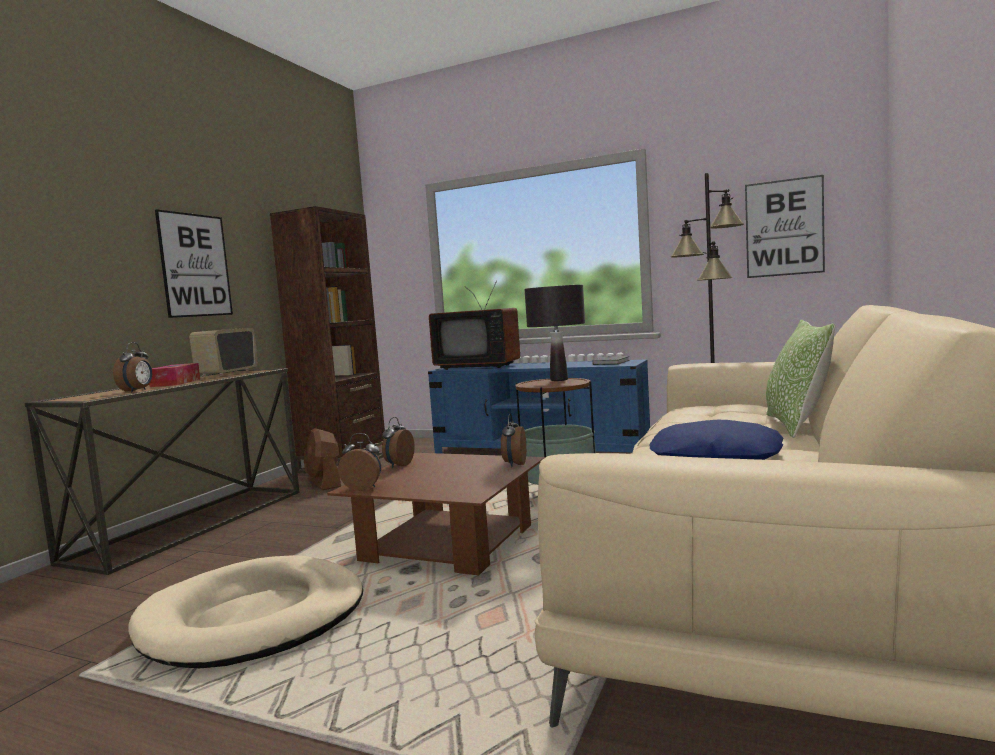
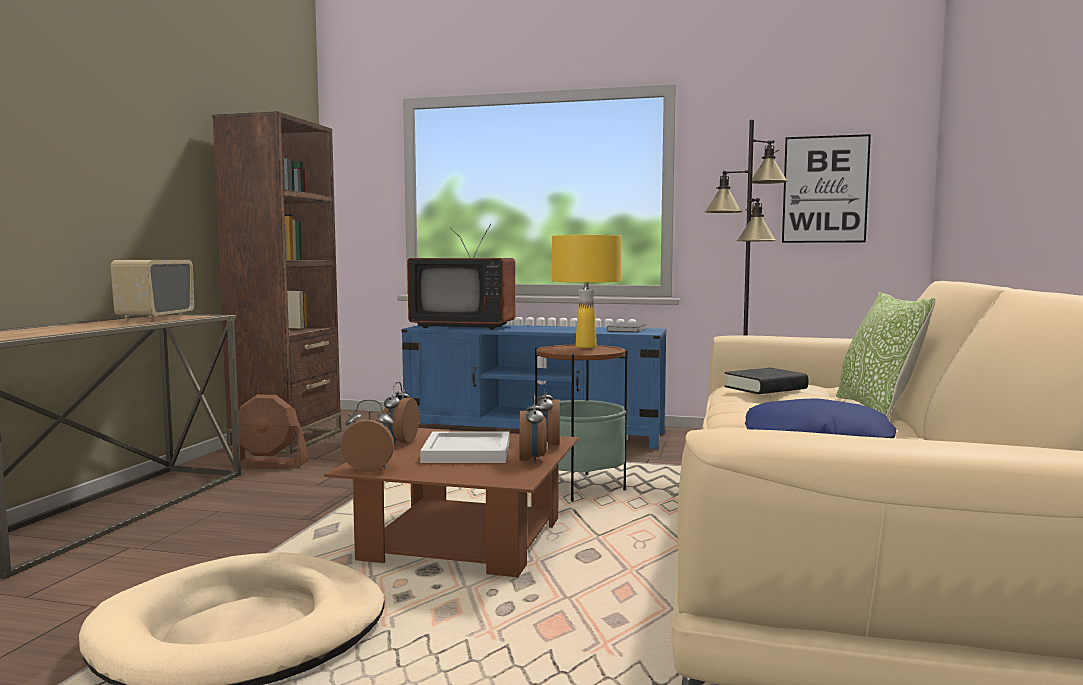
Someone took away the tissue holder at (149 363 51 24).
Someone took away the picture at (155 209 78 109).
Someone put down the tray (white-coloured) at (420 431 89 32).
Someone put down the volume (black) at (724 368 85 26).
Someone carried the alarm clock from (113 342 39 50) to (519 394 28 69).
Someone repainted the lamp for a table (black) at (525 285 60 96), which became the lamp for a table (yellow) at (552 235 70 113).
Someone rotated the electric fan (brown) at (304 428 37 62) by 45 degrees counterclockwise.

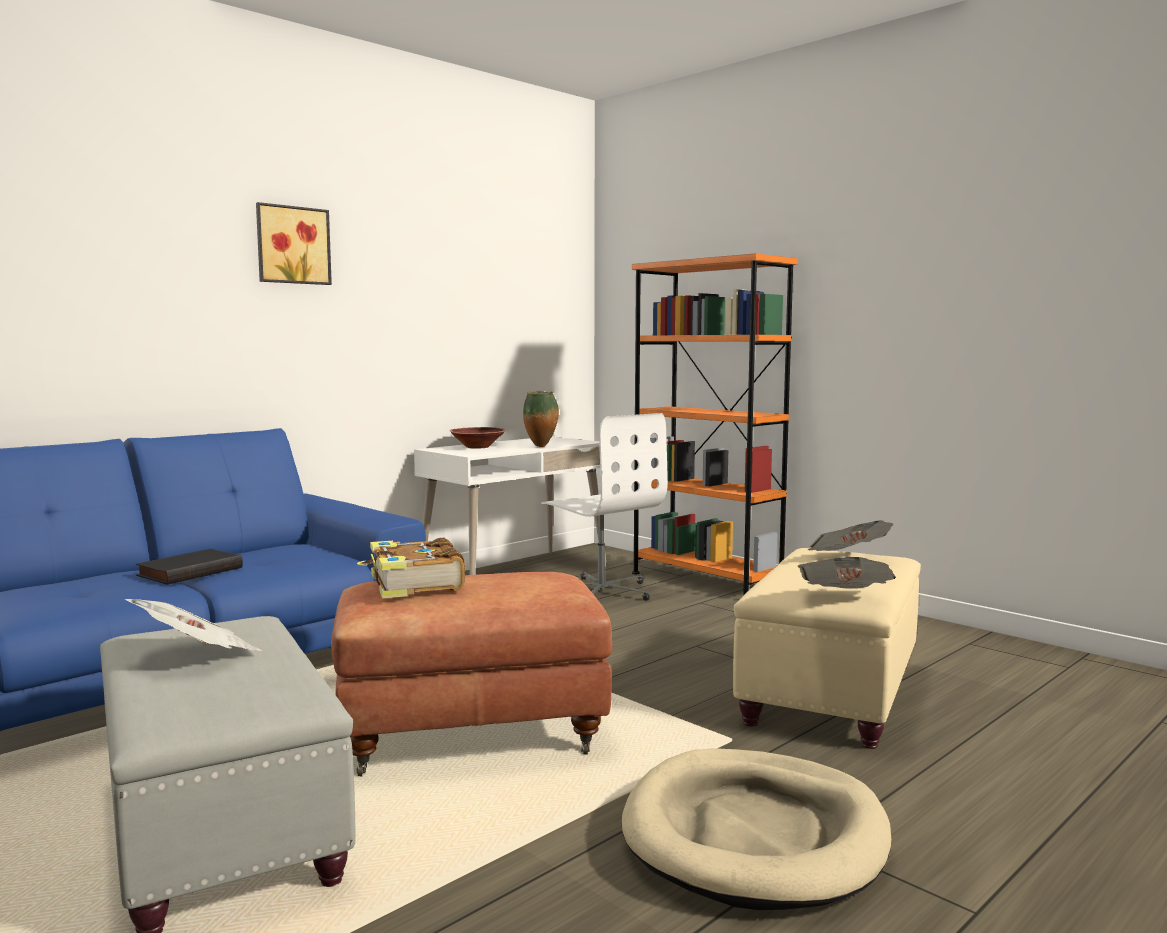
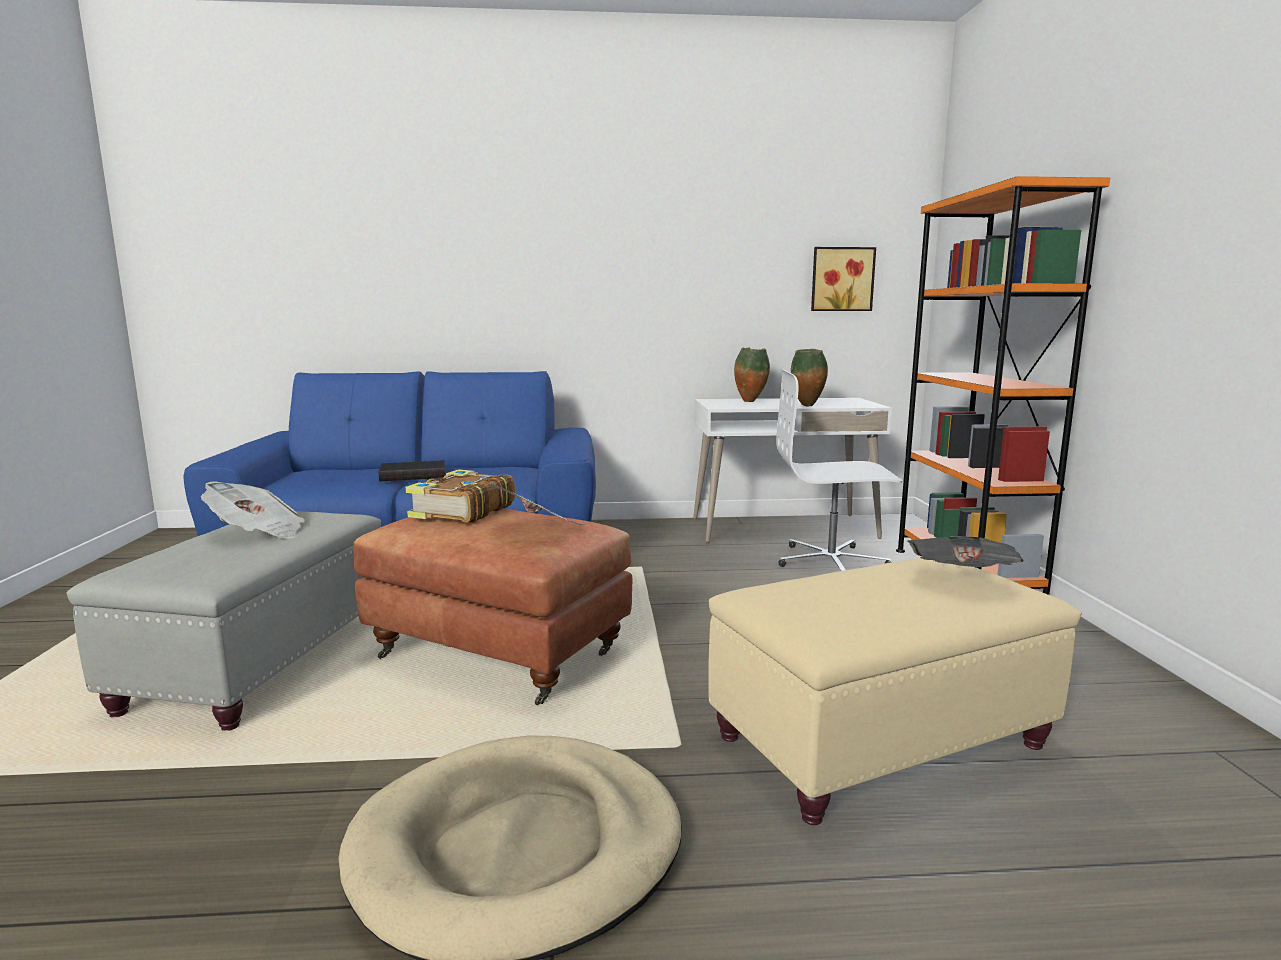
Someone carried the picture from (256 202 76 83) to (811 247 65 64).
Someone carried the newspaper from (798 557 98 32) to (487 483 96 42).
Someone swapped the serving bowl (brown) at (450 427 56 22) for the decorative vase at (734 347 36 55).
Someone rotated the desk chair (white-coloured) at (541 413 127 188) by 90 degrees clockwise.

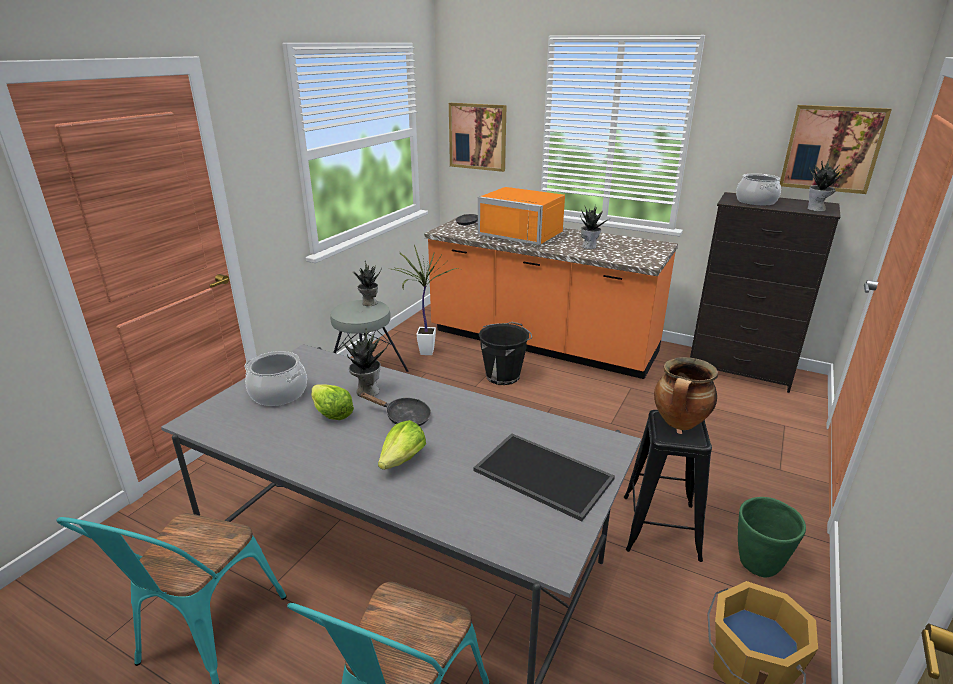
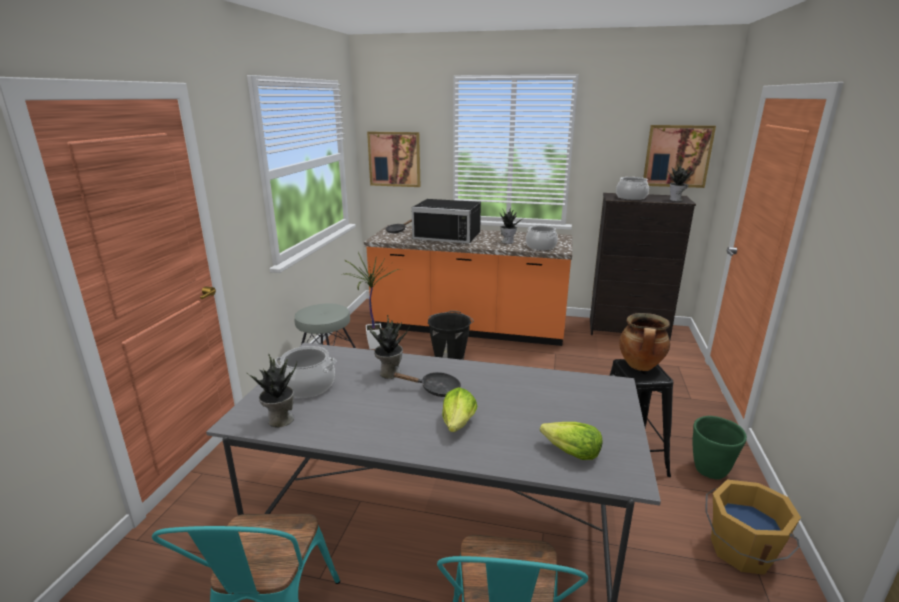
Someone took away the tray at (474 433 141 88).
Someone put down the saucepot at (526 225 32 25).
Someone carried the head of lettuce from (311 385 43 35) to (540 422 62 38).
Someone carried the potted plant from (352 261 30 45) to (246 354 51 74).
Someone repainted the kitchen microwave (orangey) at (478 187 87 58), which became the kitchen microwave (black) at (411 199 70 45).

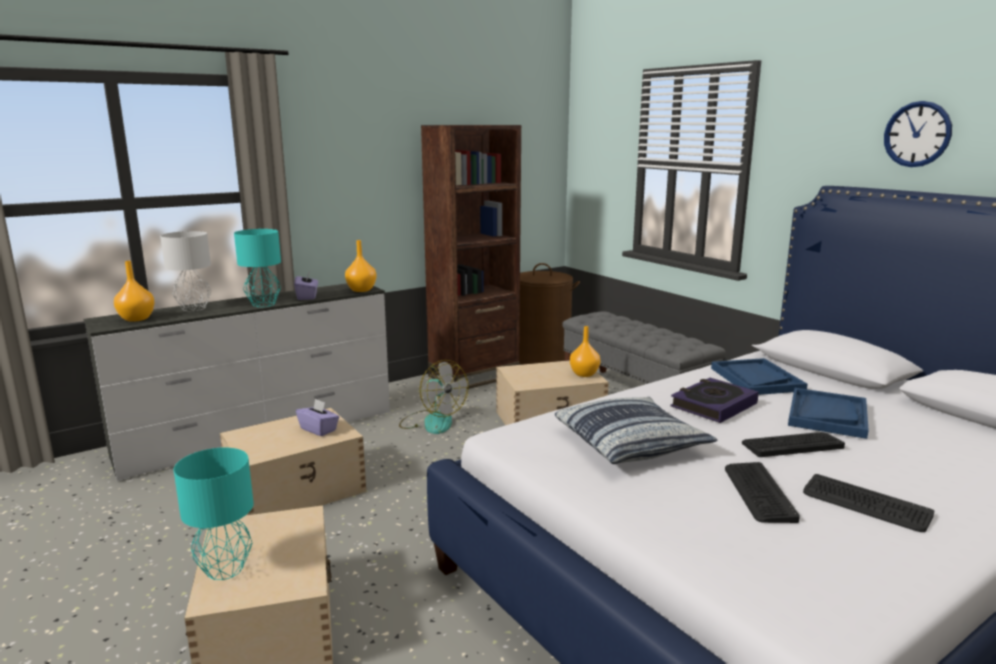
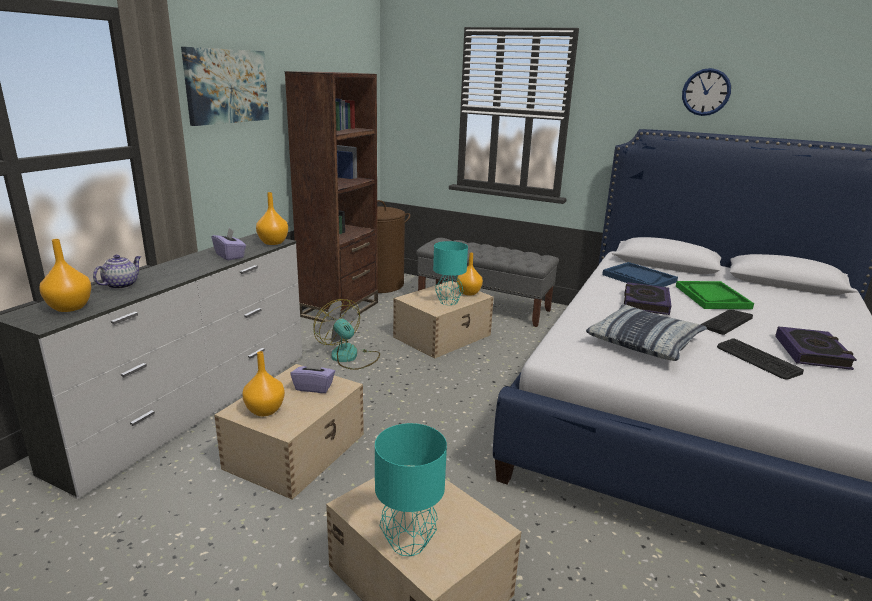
Someone put up the picture at (181 47 88 79).
Someone put down the decorative vase (orangey) at (242 351 43 65).
Someone carried the lamp for a table (blue-green) from (234 229 47 78) to (433 241 35 64).
Someone swapped the lamp for a table (grey) at (160 231 51 80) for the pot for tea at (93 255 48 34).
Someone swapped the keyboard at (803 474 131 58) for the volume at (775 326 82 44).
Someone repainted the tray (bluish) at (788 388 81 51), which became the tray (green) at (676 281 78 28).
Someone rotated the electric fan at (399 360 70 74) by 150 degrees counterclockwise.

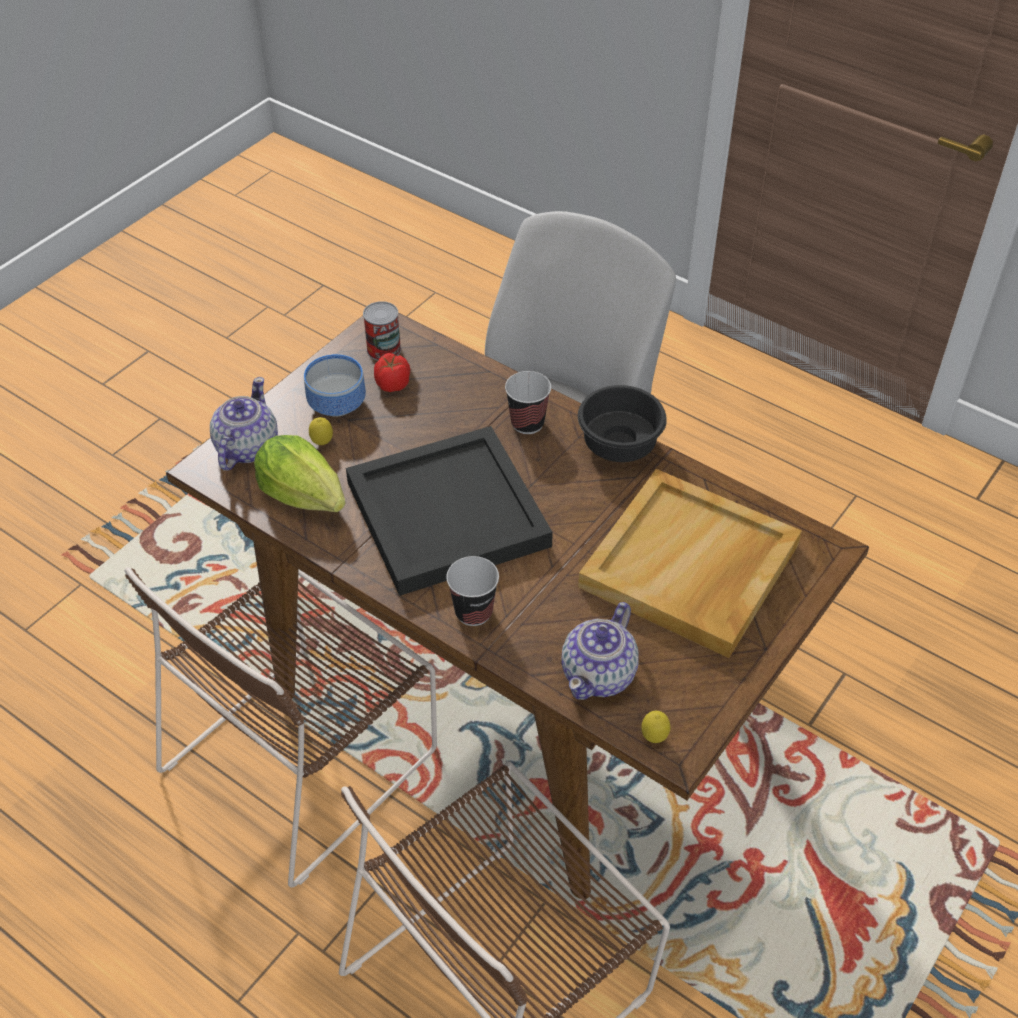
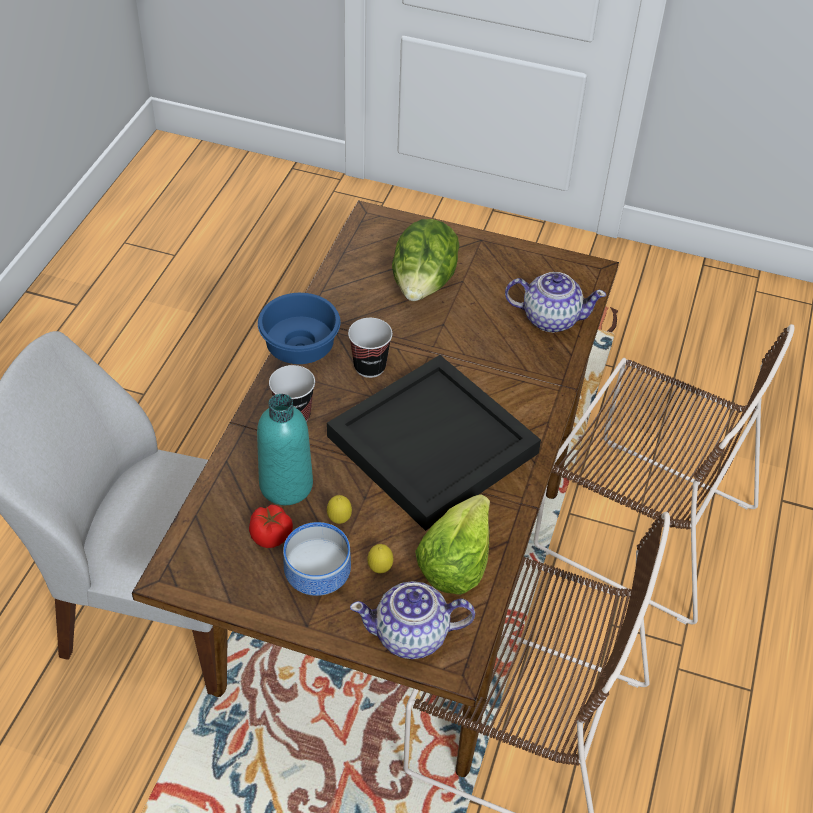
Someone took away the sealed can at (363 301 38 60).
Someone put down the drink bottle (blue-green) at (257 394 56 111).
Someone carried the drinking cup from (446 556 53 70) to (348 318 45 60).
Someone carried the lemon from (641 711 29 32) to (327 495 25 29).
Someone swapped the tray (beige) at (578 469 224 189) for the head of lettuce at (392 219 68 82).
Someone repainted the serving bowl (black) at (578 385 89 77), which became the serving bowl (bluish) at (258 293 82 71).

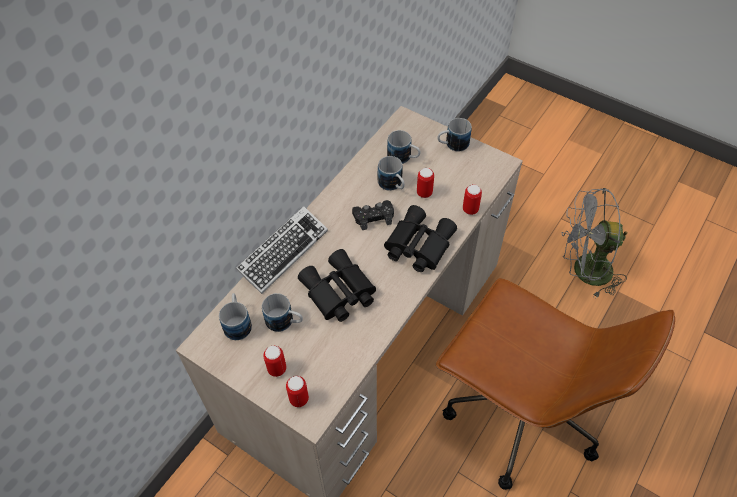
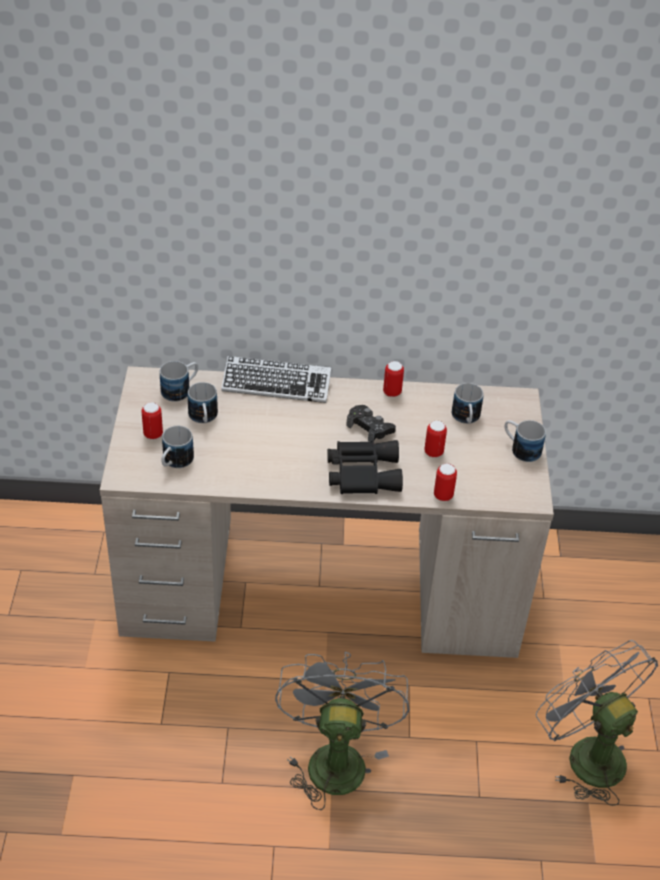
Someone took away the pair of binoculars (black) at (298 249 78 73).
Someone carried the sealed can from (286 376 23 31) to (383 361 21 36).
Someone carried the tea mug from (378 156 27 35) to (161 426 33 42).
Someone swapped the desk chair (brown) at (435 278 240 212) for the electric fan (grey) at (275 652 135 158).

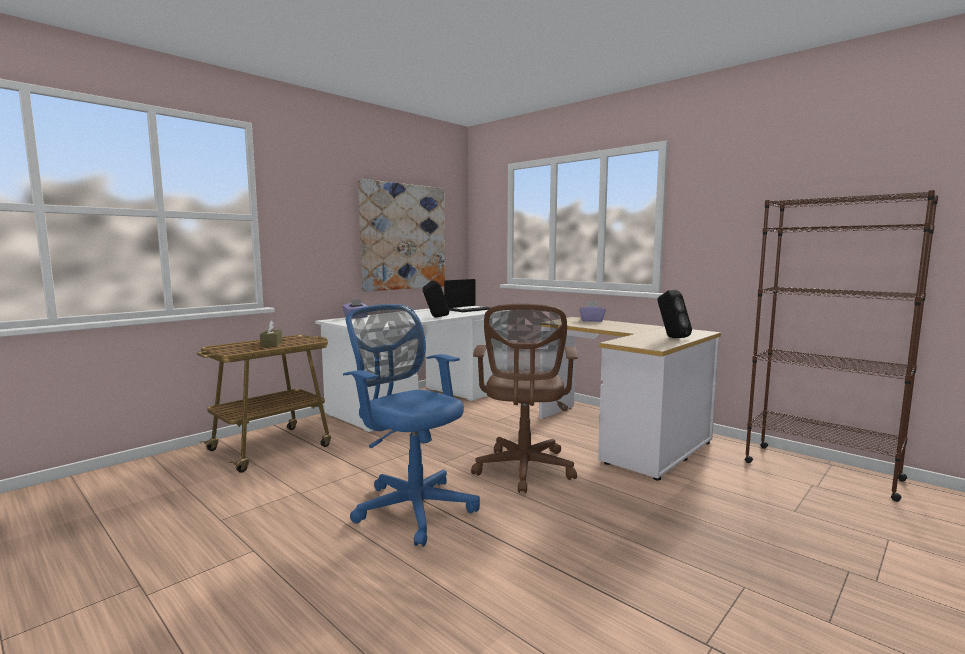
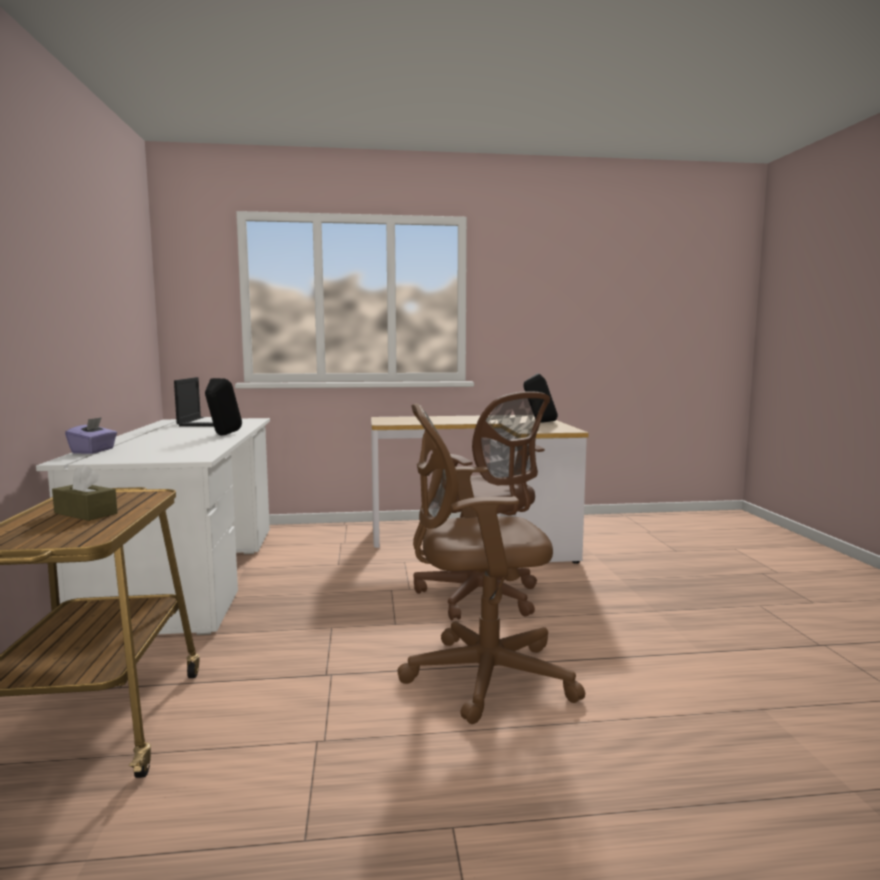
Someone took away the picture at (358 179 87 113).
Someone took away the tissue holder (purple) at (579 301 27 21).
Someone took away the shelving unit (brown) at (745 190 193 312).
Someone repainted the desk chair (bluish) at (343 304 137 243), which became the desk chair (brown) at (397 403 188 321).

